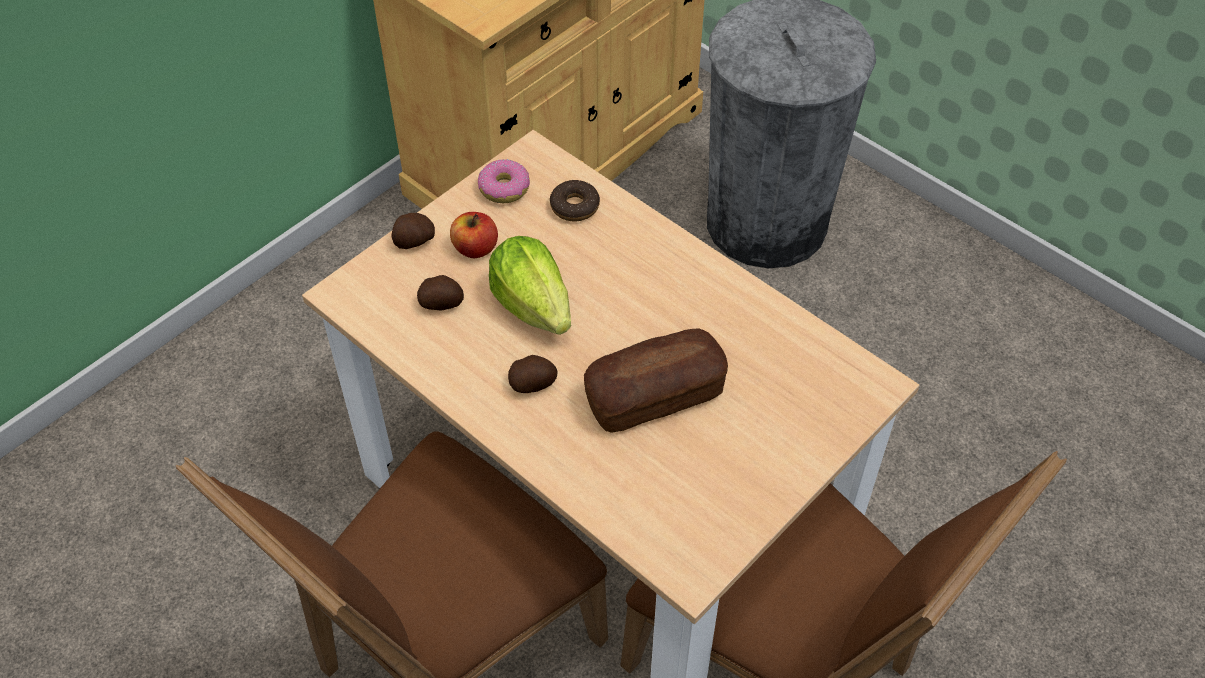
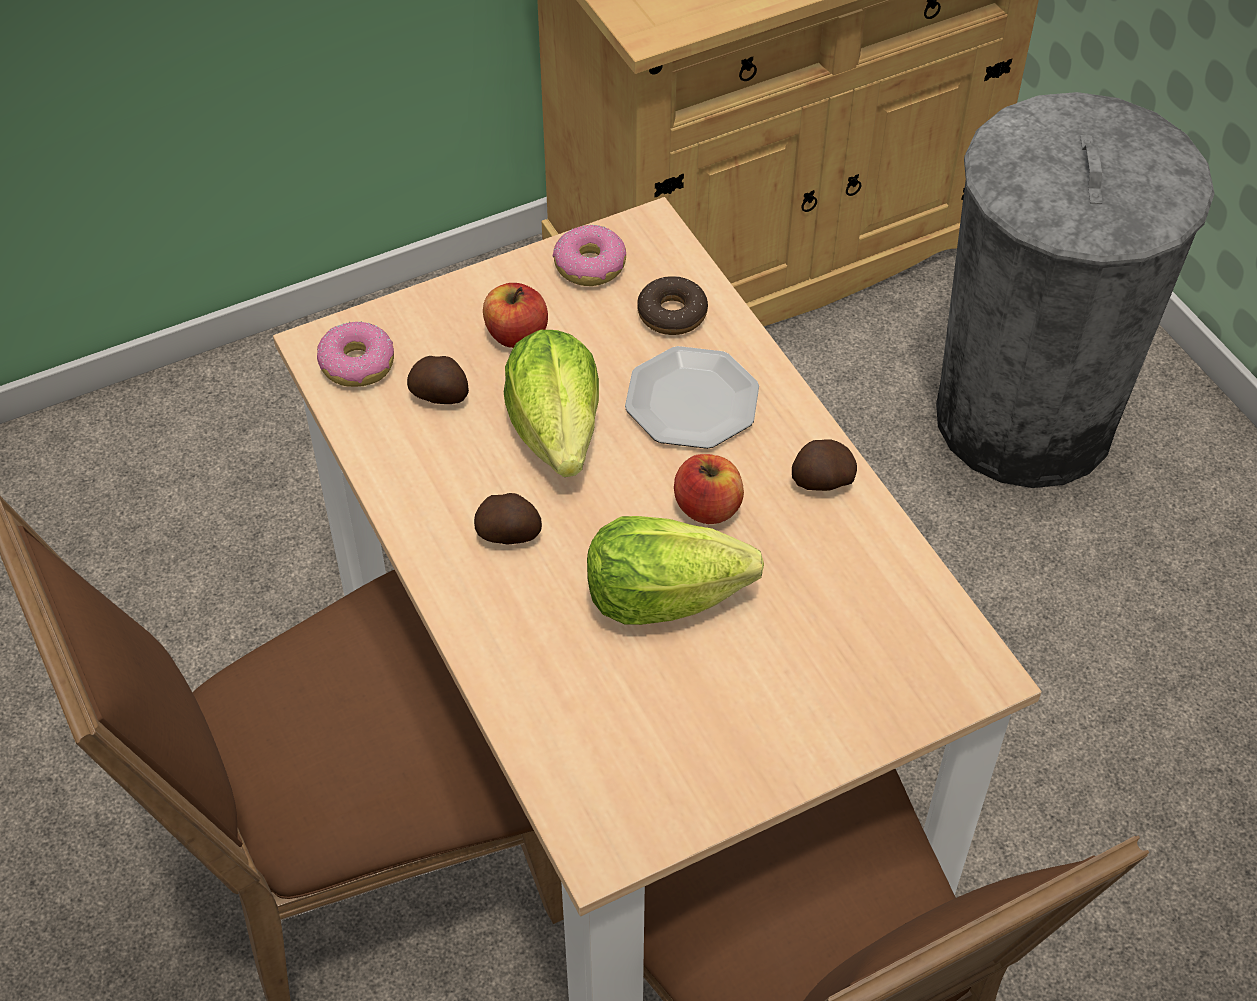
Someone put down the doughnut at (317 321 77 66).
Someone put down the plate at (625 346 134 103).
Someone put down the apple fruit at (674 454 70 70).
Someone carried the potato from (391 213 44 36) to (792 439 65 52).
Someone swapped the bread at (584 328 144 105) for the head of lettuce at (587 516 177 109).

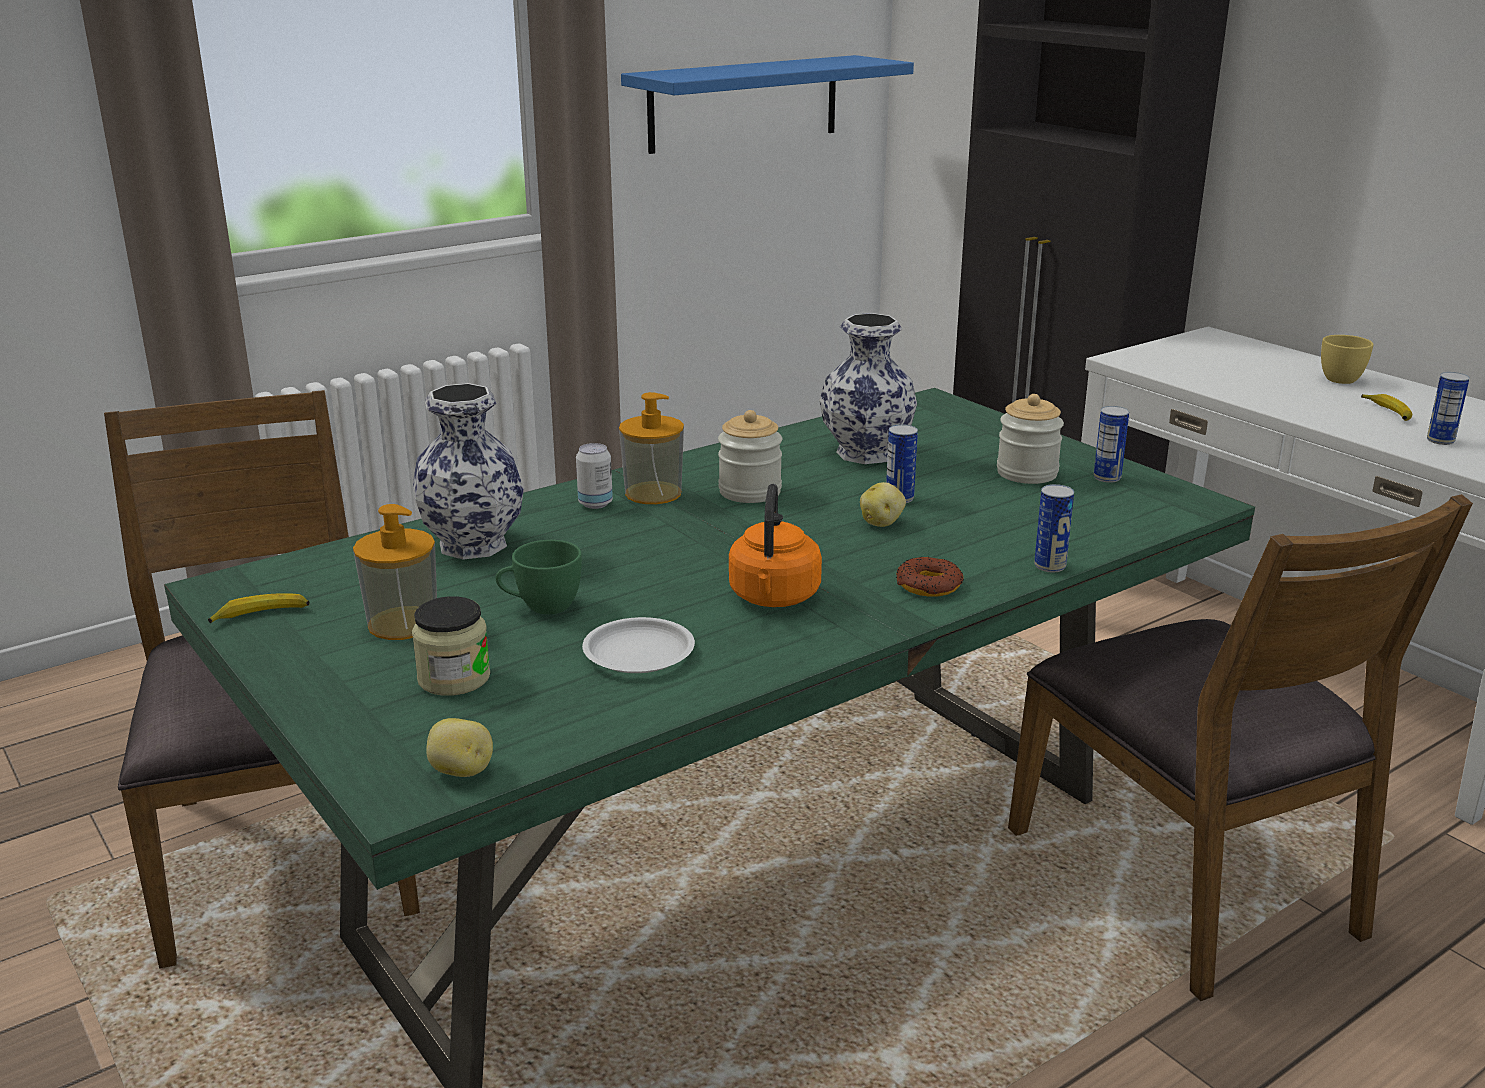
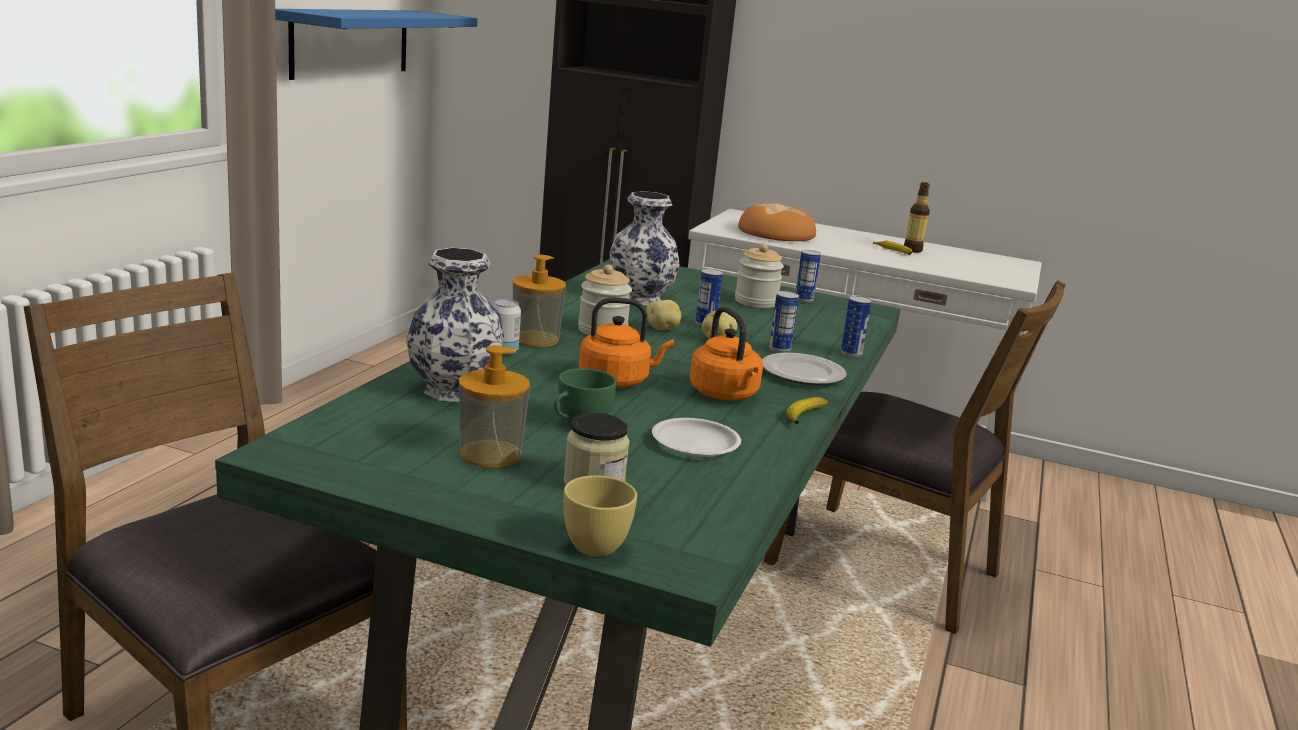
Someone put down the tea kettle (orangey) at (579 297 95 90).
Someone put down the bread at (738 203 78 38).
Someone put down the drink bottle at (904 182 26 71).
Someone carried the whole banana from (208 593 102 30) to (786 397 43 27).
Someone carried the potato from (426 718 67 59) to (646 300 35 30).
Someone carried the drinking cup (yellow) from (1321 335 53 49) to (563 475 74 81).
Someone carried the sealed can from (1427 372 43 73) to (769 291 30 62).
Someone swapped the doughnut at (896 557 68 40) for the plate at (762 353 85 32).

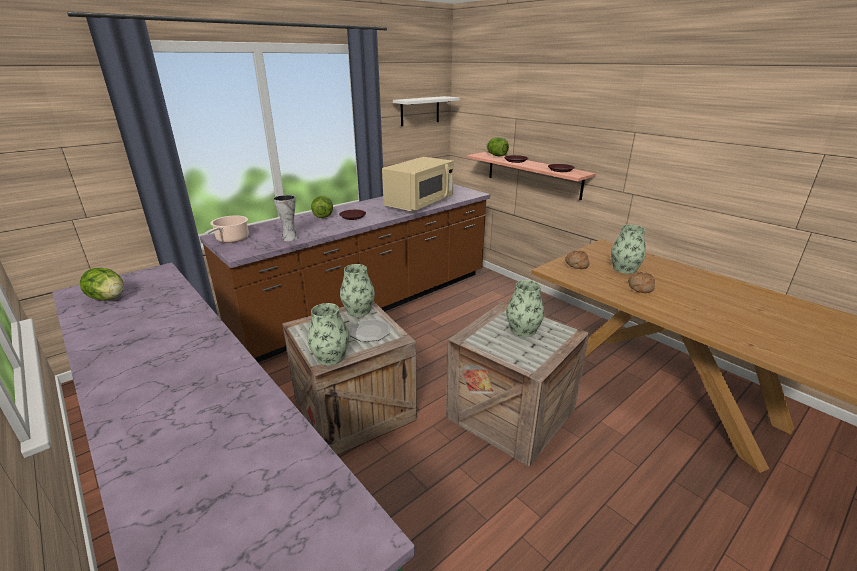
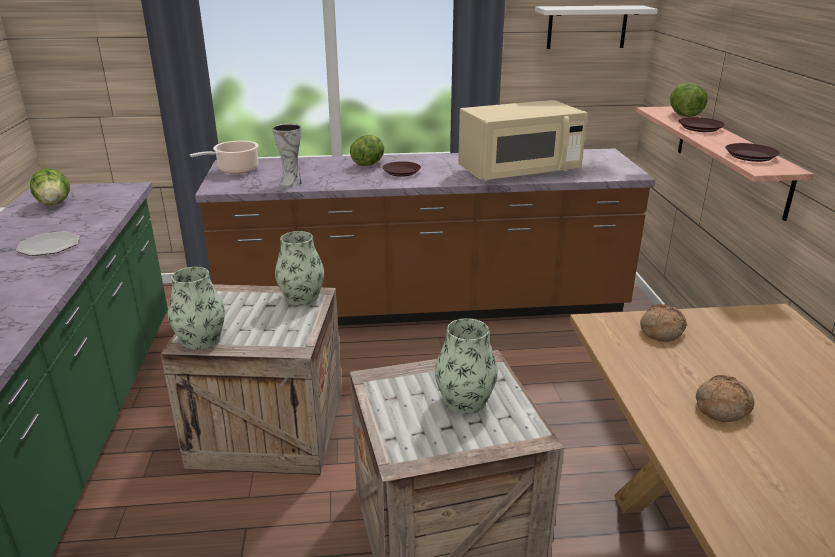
Someone took away the decorative vase at (611 225 35 49).
Someone carried the plate from (350 319 40 23) to (16 231 64 25).

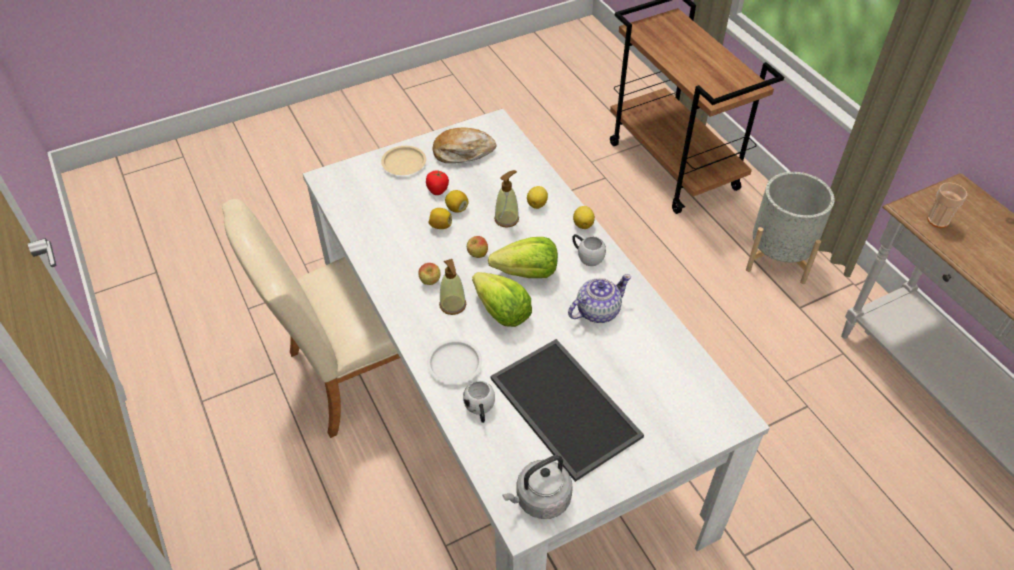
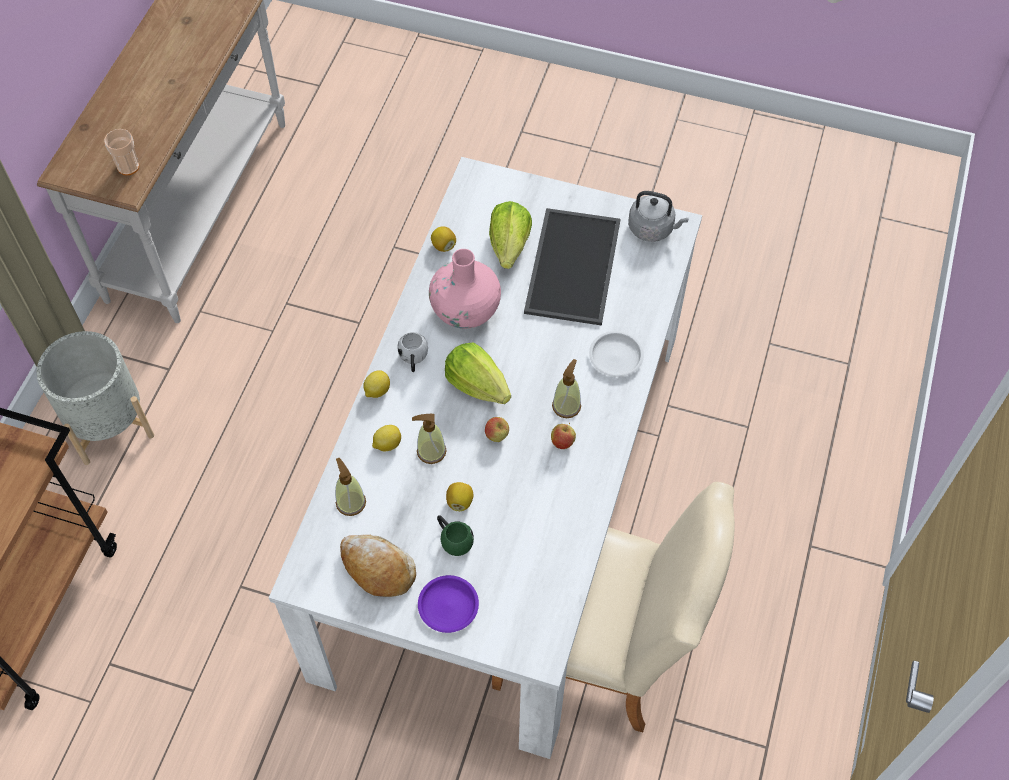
Someone took away the tea mug (white-coloured) at (463 381 32 42).
Someone put down the soap bottle at (335 458 31 58).
Someone carried the lemon from (429 208 23 21) to (431 226 25 26).
Someone carried the head of lettuce from (472 272 60 55) to (489 201 43 68).
Someone swapped the whole tomato at (426 170 23 25) for the tea mug (green) at (437 515 37 41).
Someone swapped the pot for tea at (568 274 63 49) for the decorative vase (pink-coloured) at (429 249 72 80).
Someone repainted the plate (beige) at (381 146 45 29), which became the plate (purple) at (418 575 61 58).

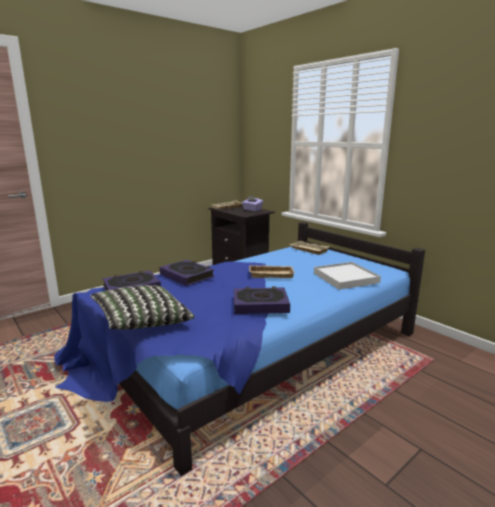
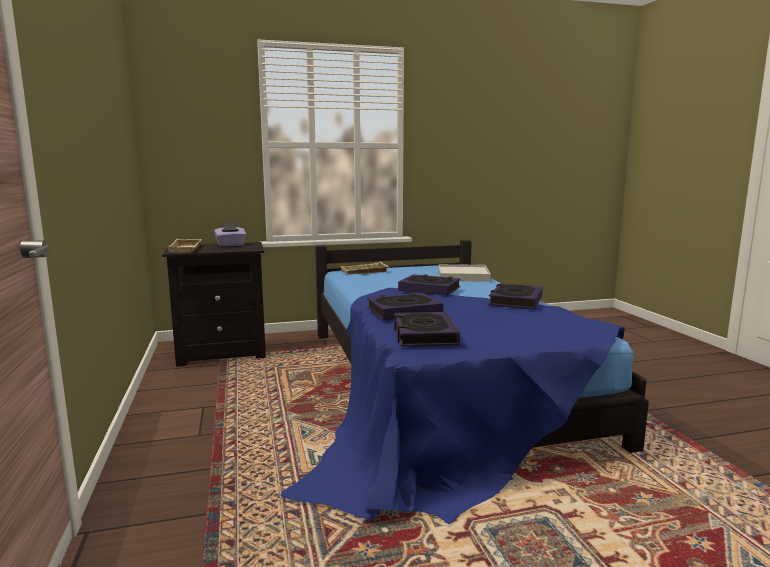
Someone took away the throw pillow at (90 285 105 45).
Someone swapped the tray (beige) at (249 265 46 13) for the volume at (398 274 62 22).

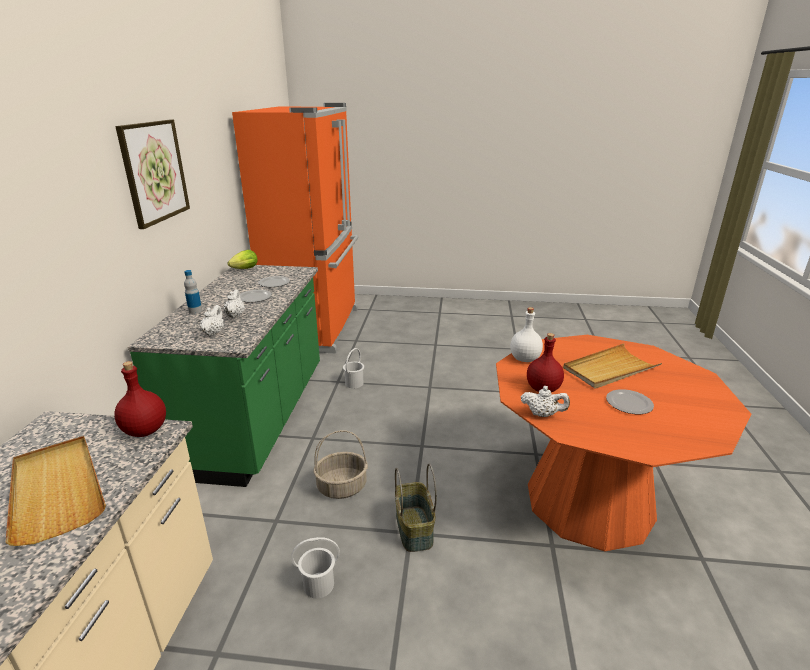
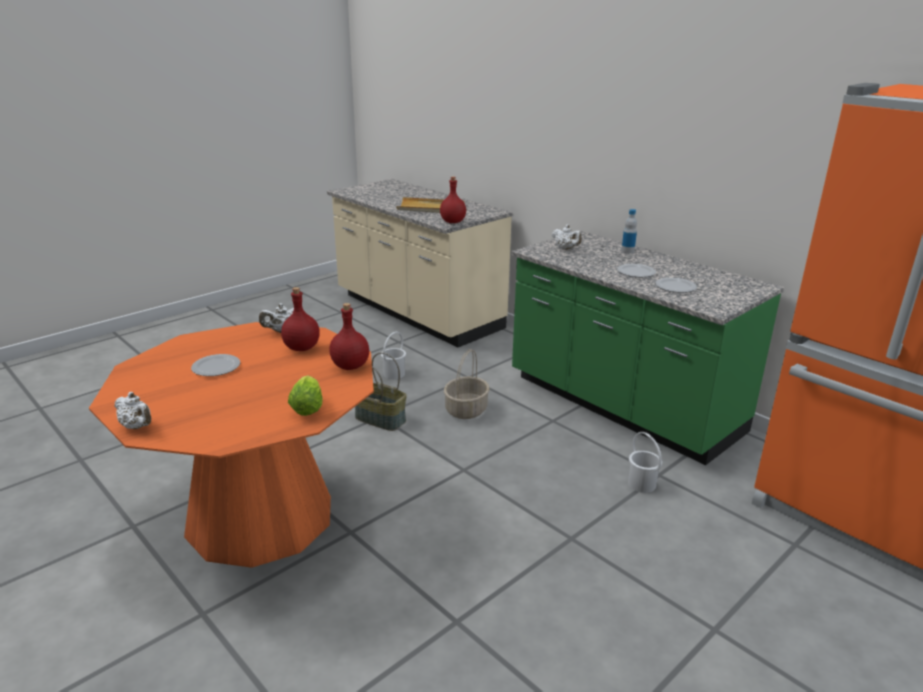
Someone took away the picture at (115 120 75 109).
Someone took away the tray (beige) at (563 343 99 46).
Someone carried the pot for tea (white-coloured) from (224 289 21 29) to (115 392 36 37).
Someone carried the head of lettuce from (227 250 31 19) to (288 375 35 41).
Someone repainted the drink bottle (white-coloured) at (510 307 33 55), which became the drink bottle (red-coloured) at (329 303 40 67).

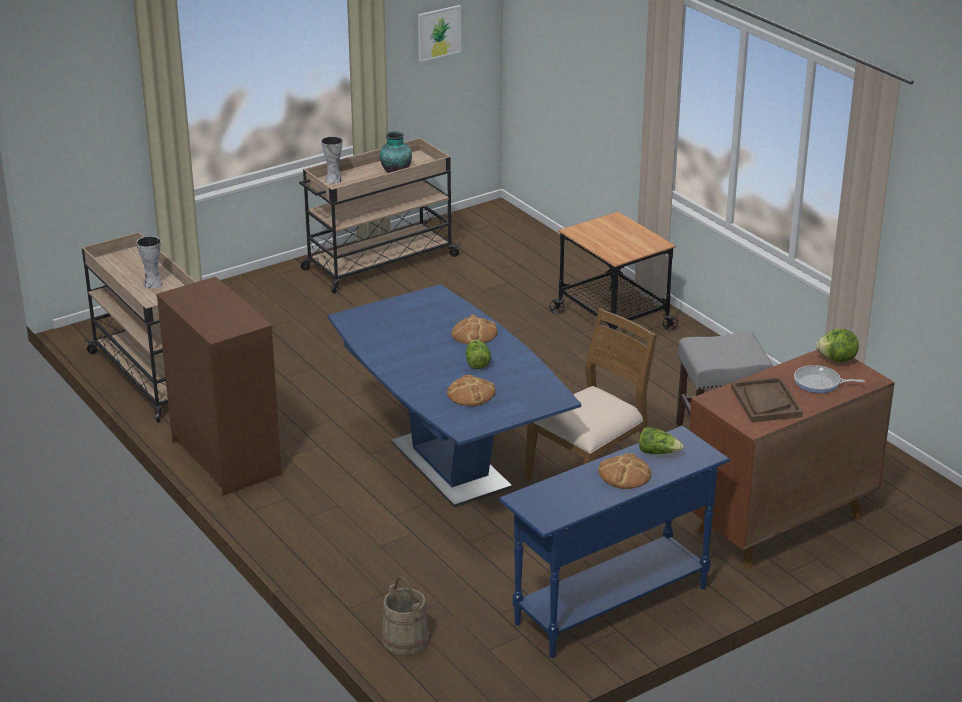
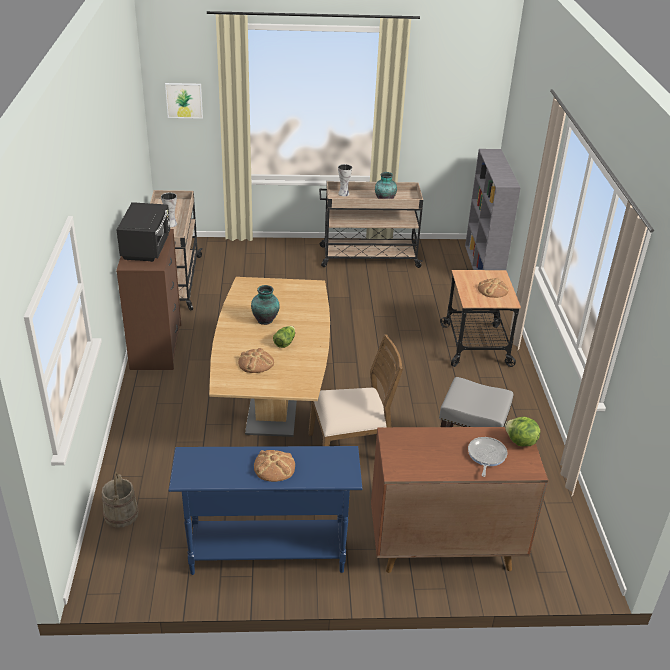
Someone took away the head of lettuce at (639 427 45 27).
Someone took away the tray (brown) at (731 377 72 45).
Someone put down the kitchen microwave (black) at (117 202 53 60).
Someone put down the decorative vase at (251 285 29 40).
Someone put down the shelving unit (grey) at (465 149 56 121).
Someone carried the picture from (418 5 43 57) to (165 83 38 36).
Someone carried the bread from (452 314 46 31) to (478 278 30 20).
Someone repainted the dining table (bluish) at (328 284 253 223), which became the dining table (brown) at (209 277 121 160).
Someone rotated the pan at (794 365 71 28) by 60 degrees clockwise.

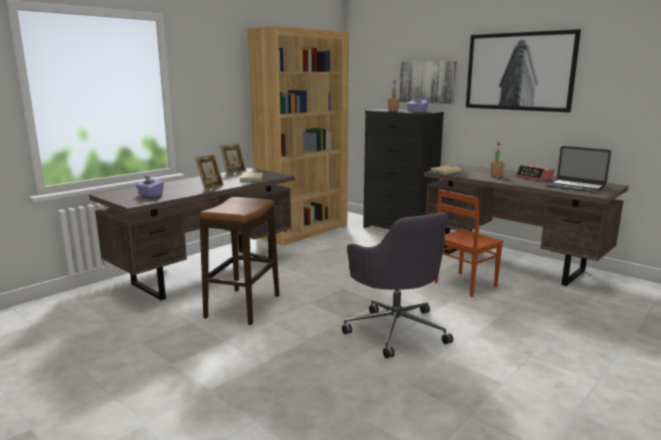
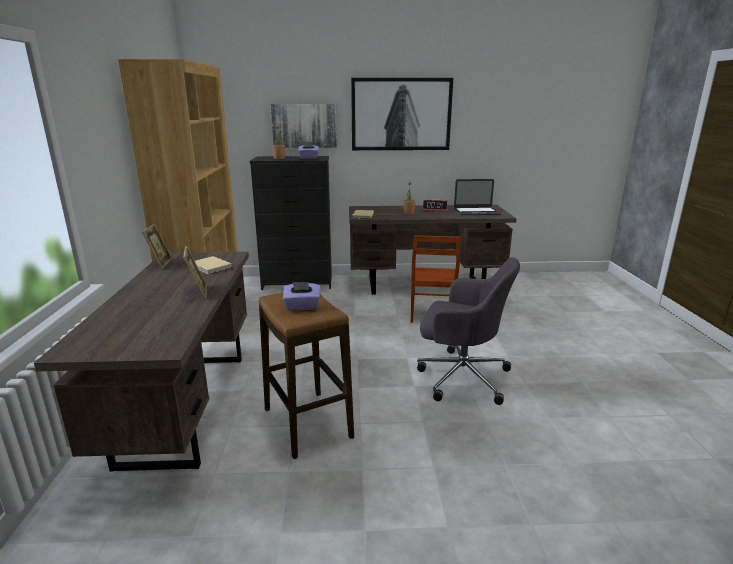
Someone carried the tissue holder (purple) from (136 175 28 22) to (283 282 37 28).

